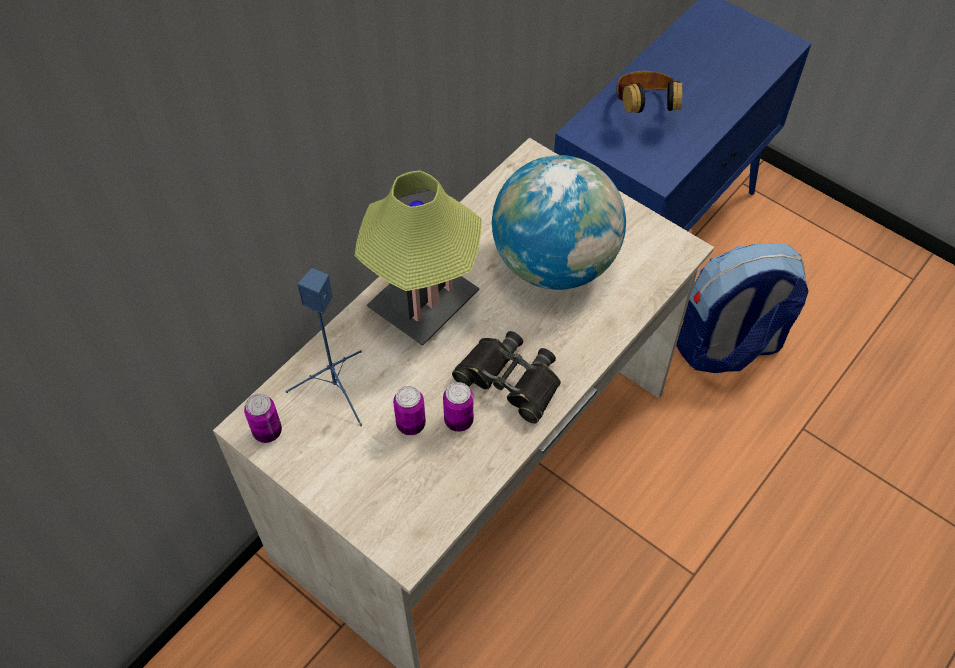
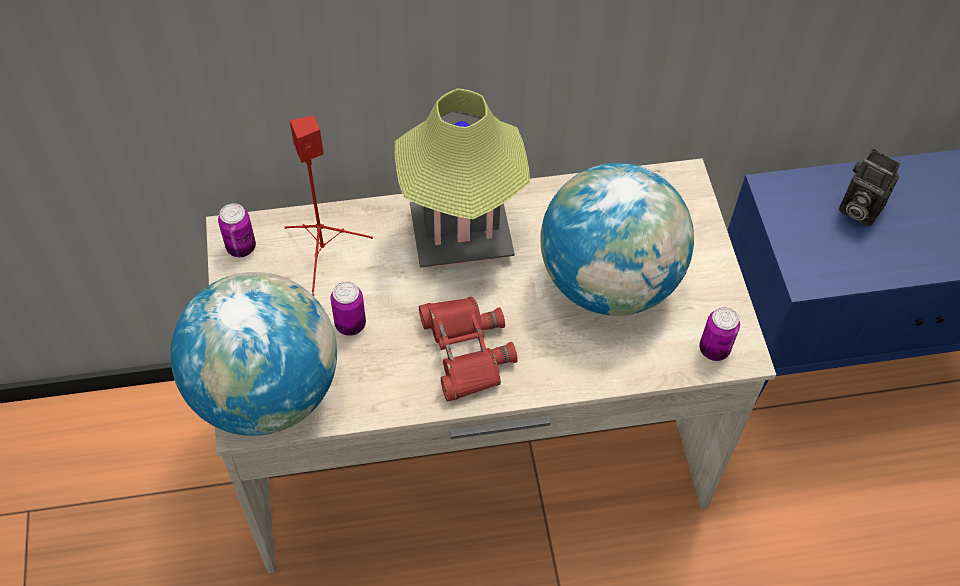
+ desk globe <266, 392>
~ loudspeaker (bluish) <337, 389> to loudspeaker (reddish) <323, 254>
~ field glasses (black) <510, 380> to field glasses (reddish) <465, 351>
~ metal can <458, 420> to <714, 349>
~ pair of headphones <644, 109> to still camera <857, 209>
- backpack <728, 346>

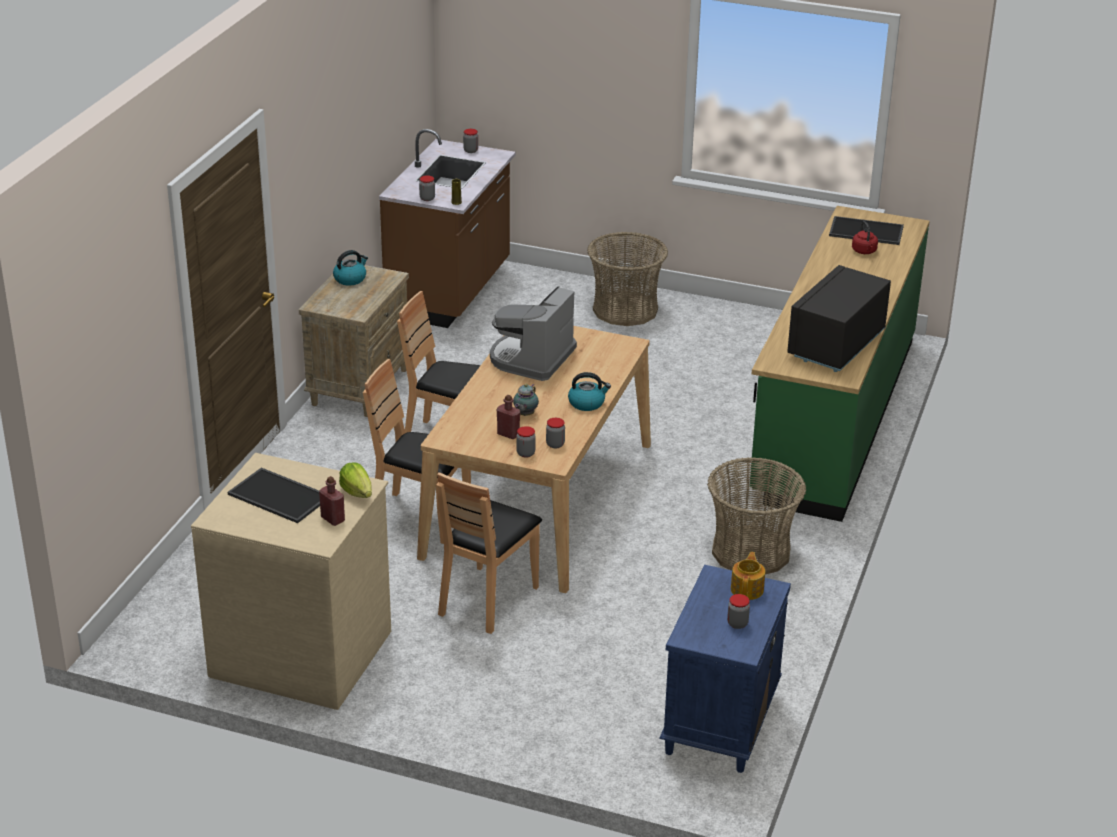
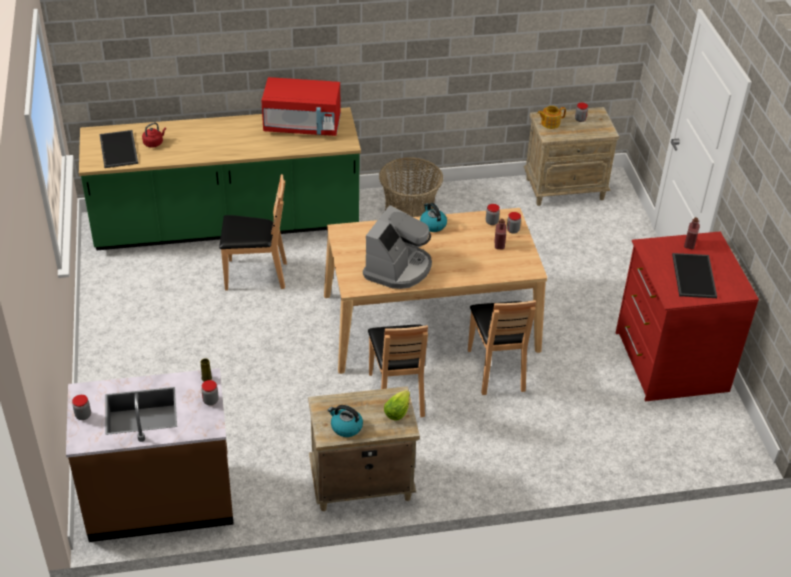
~ chair (brown-coloured) <487, 599> to <255, 275>
~ microwave (black) <835, 345> to microwave (reddish) <302, 126>
~ coffee machine <531, 358> = <398, 268> 60 degrees counterclockwise
~ lettuce head <357, 492> to <397, 412>
~ nightstand (bluish) <720, 725> to nightstand (sand-coloured) <565, 188>
~ drawer chest (sand-coloured) <302, 652> to drawer chest (reddish) <669, 361>
- pot for tea <524, 415>
- basket <625, 309>

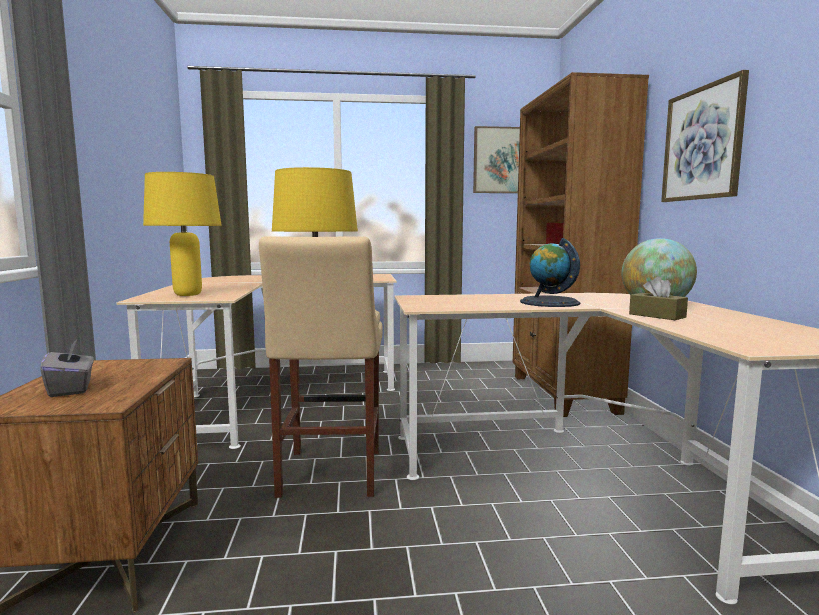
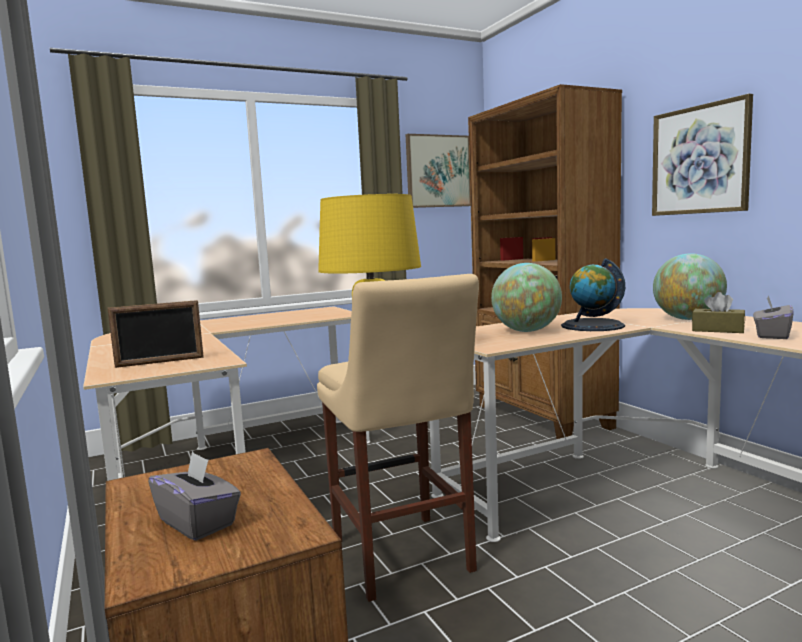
~ lamp for a table (yellowish) <188, 294> to standing frame <160, 362>
+ desk globe <526, 331>
+ tissue holder (greyish) <771, 335>

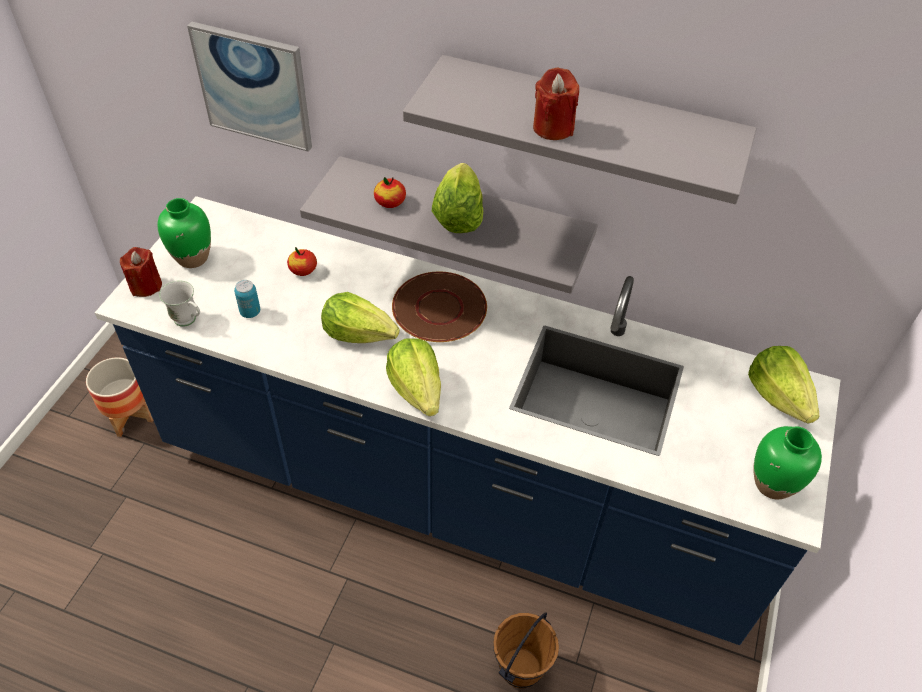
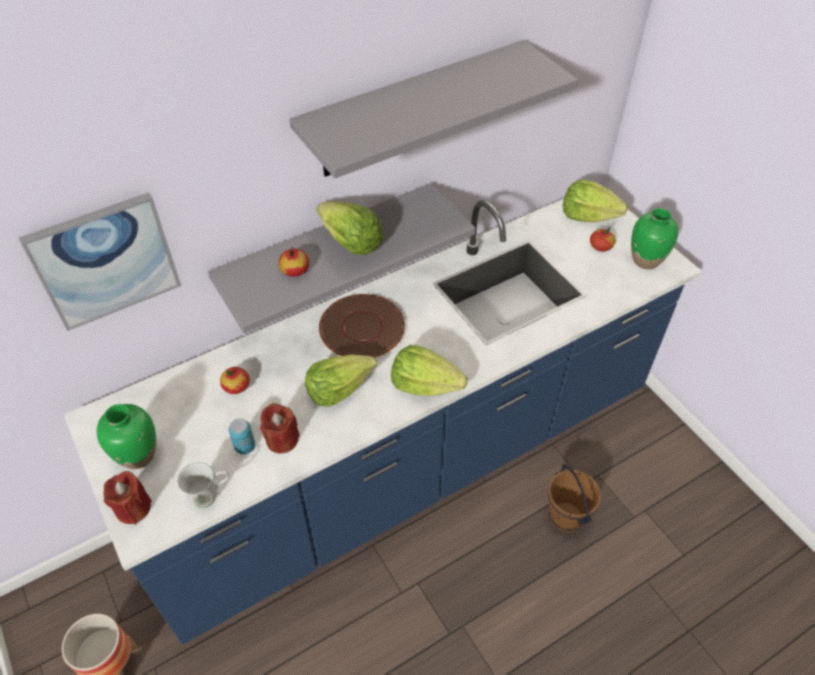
~ candle (reddish) <553, 127> to <282, 439>
+ apple fruit <600, 247>

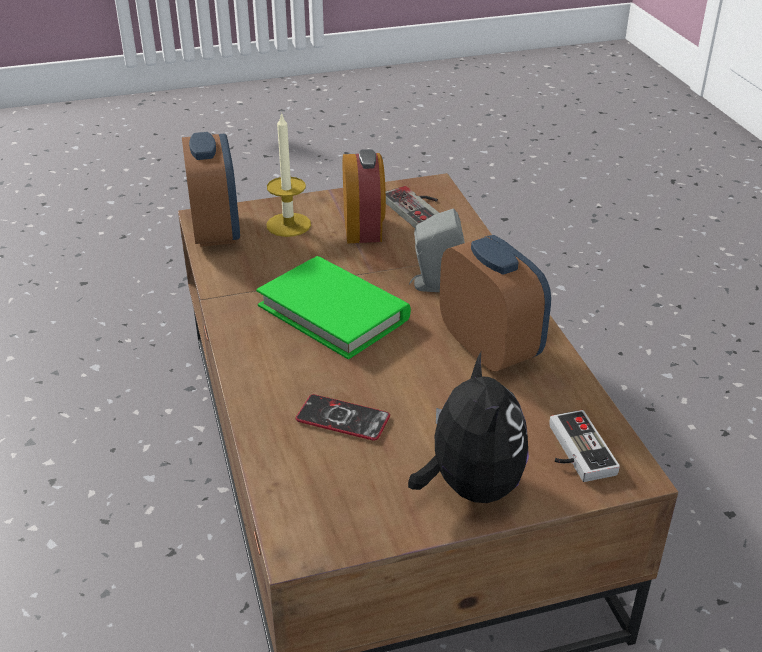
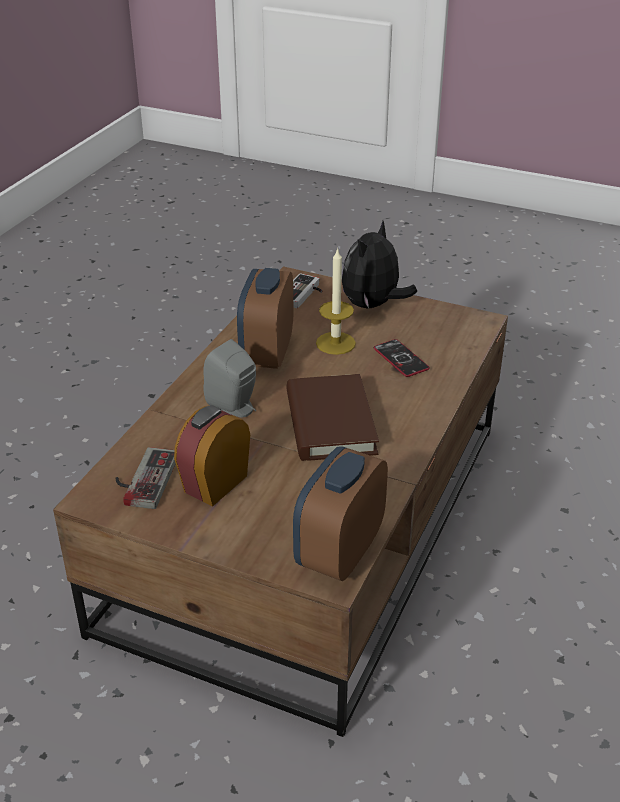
~ bound book (green) <333, 312> to bound book (brown-coloured) <330, 423>
~ candle <288, 225> to <335, 343>

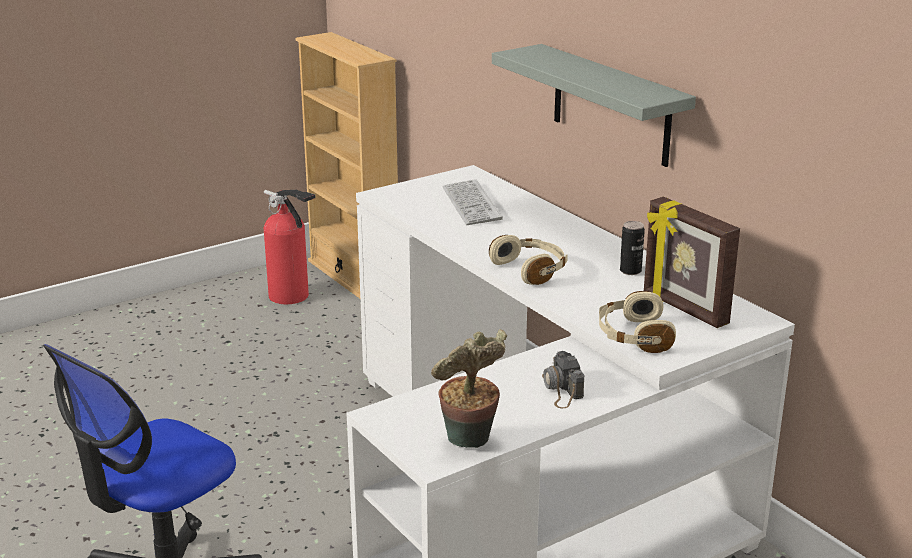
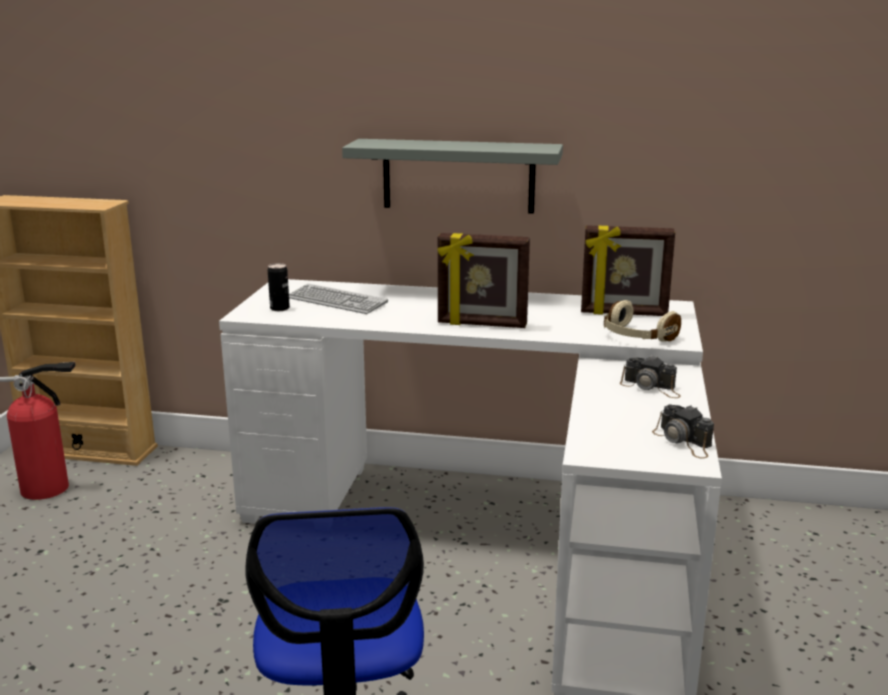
~ metal can <630, 271> to <279, 308>
~ pair of headphones (sand-coloured) <531, 270> to standing frame <482, 324>
~ potted plant <470, 443> to still camera <683, 441>

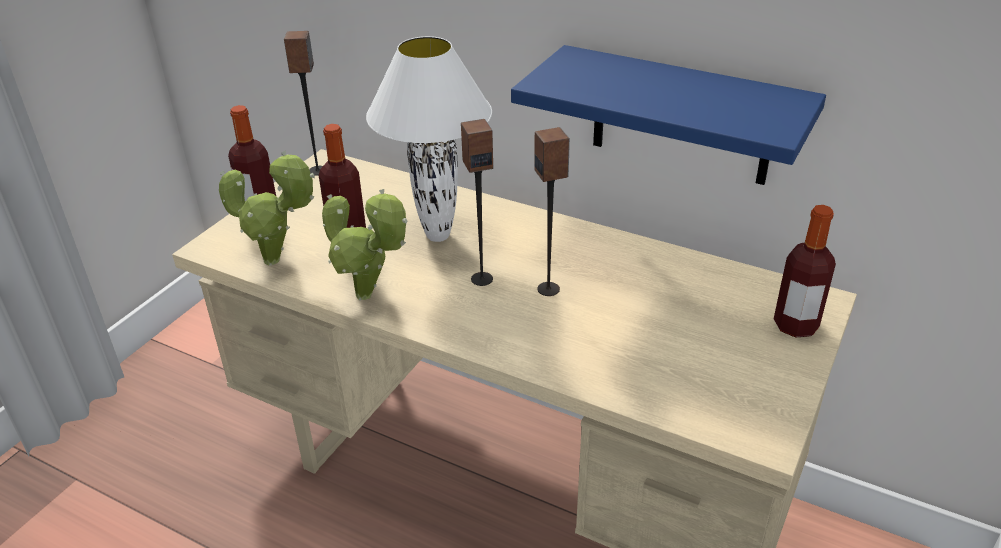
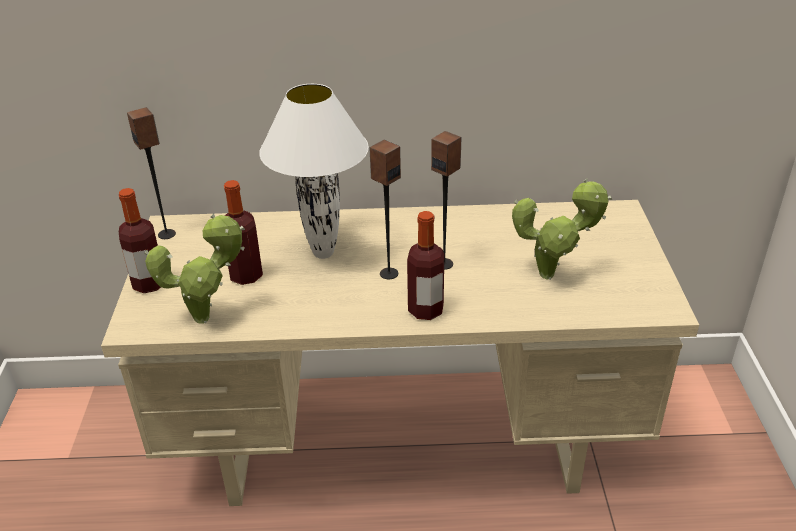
~ bottle <795, 325> to <425, 310>
~ potted plant <369, 296> to <552, 274>
- bracket shelf (bluish) <681, 117>

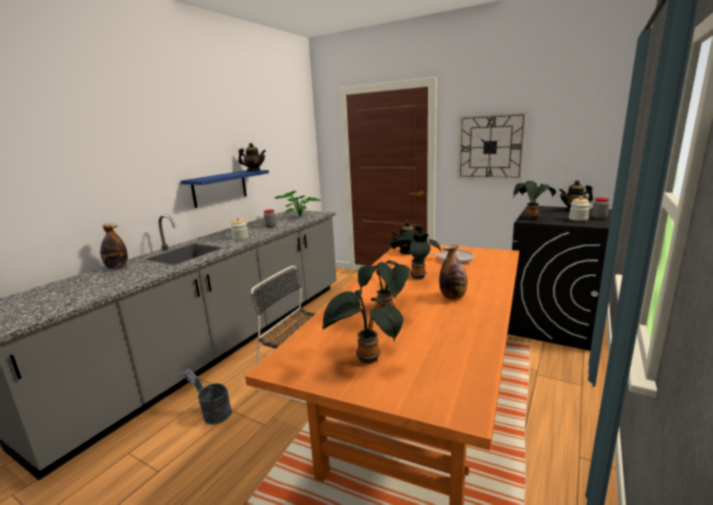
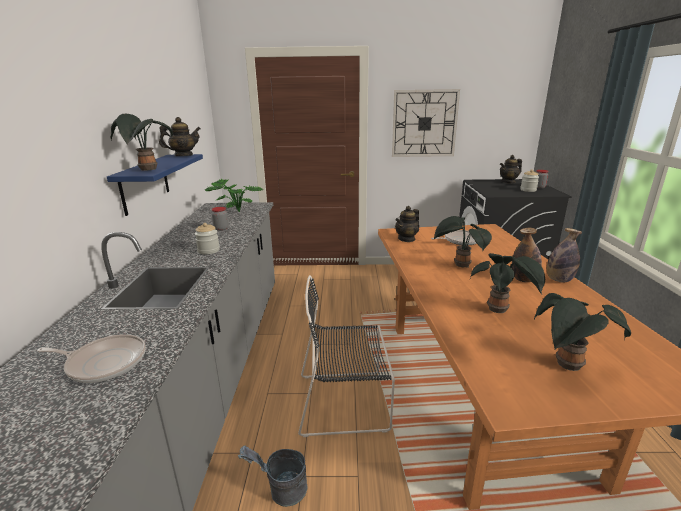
+ frying pan <104, 363>
~ potted plant <531, 218> to <148, 170>
~ bottle <117, 267> to <559, 280>

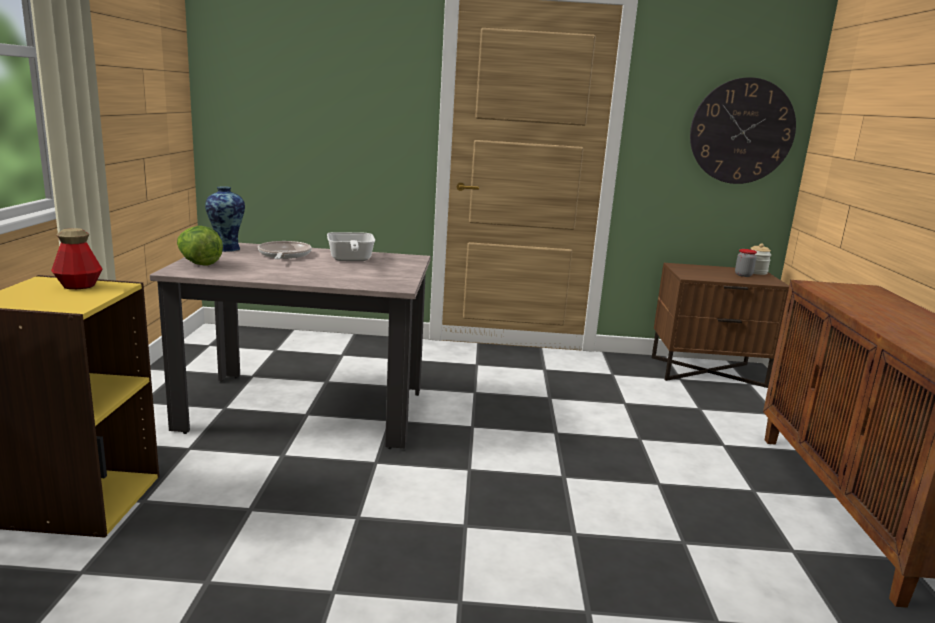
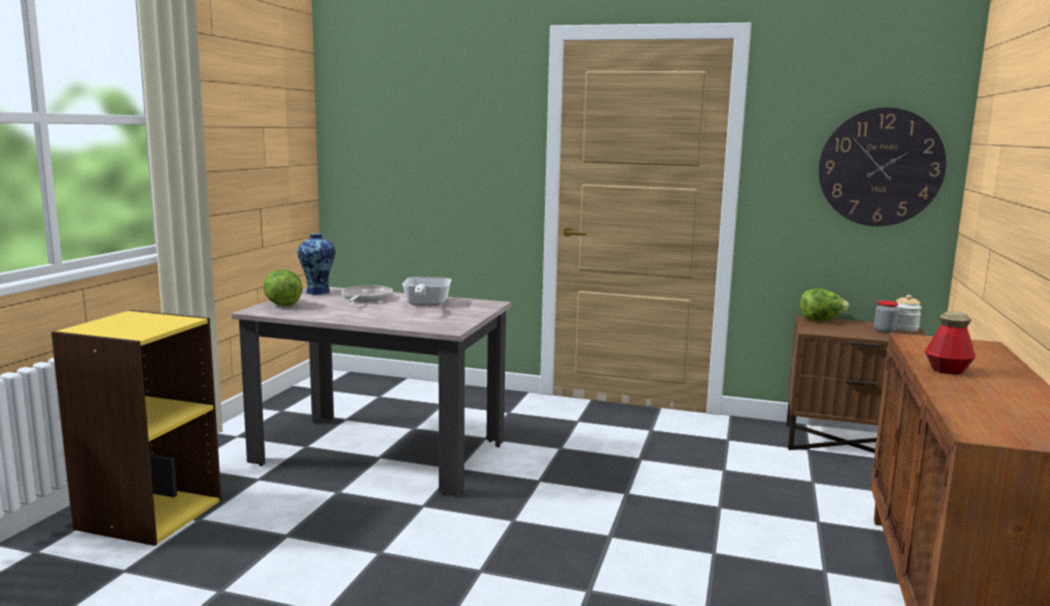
+ lettuce head <821, 320>
~ bottle <79, 286> to <947, 370>

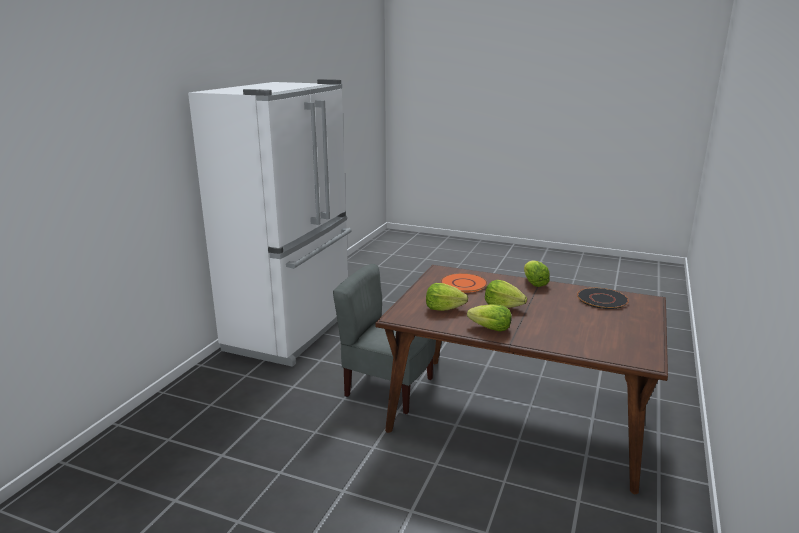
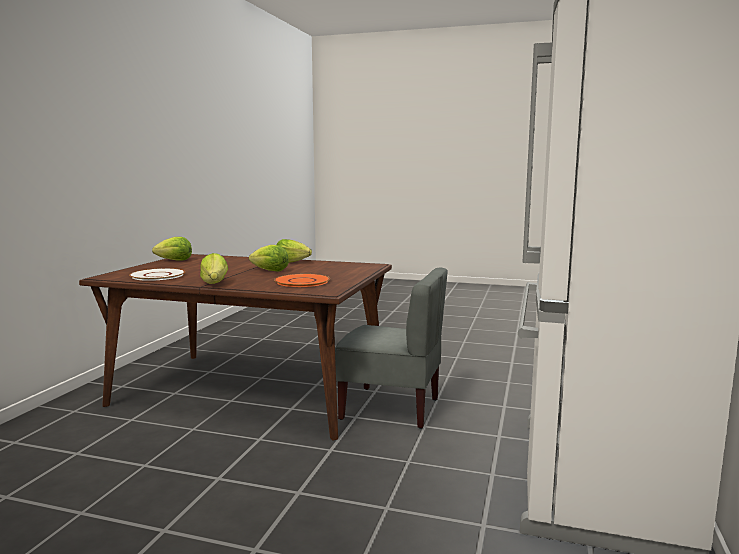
~ plate (black) <602, 299> to plate (whitish) <157, 275>
~ lettuce head <443, 308> to <174, 260>

